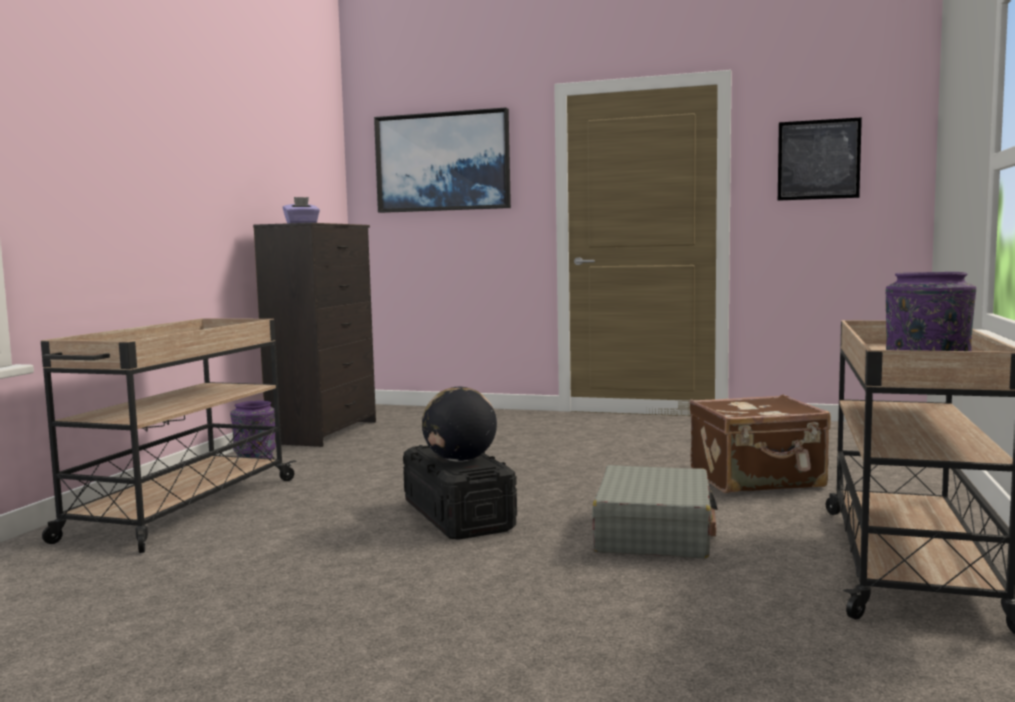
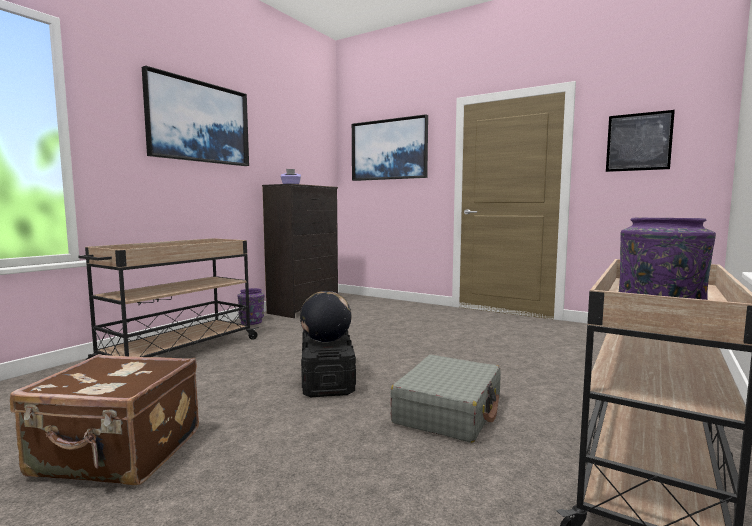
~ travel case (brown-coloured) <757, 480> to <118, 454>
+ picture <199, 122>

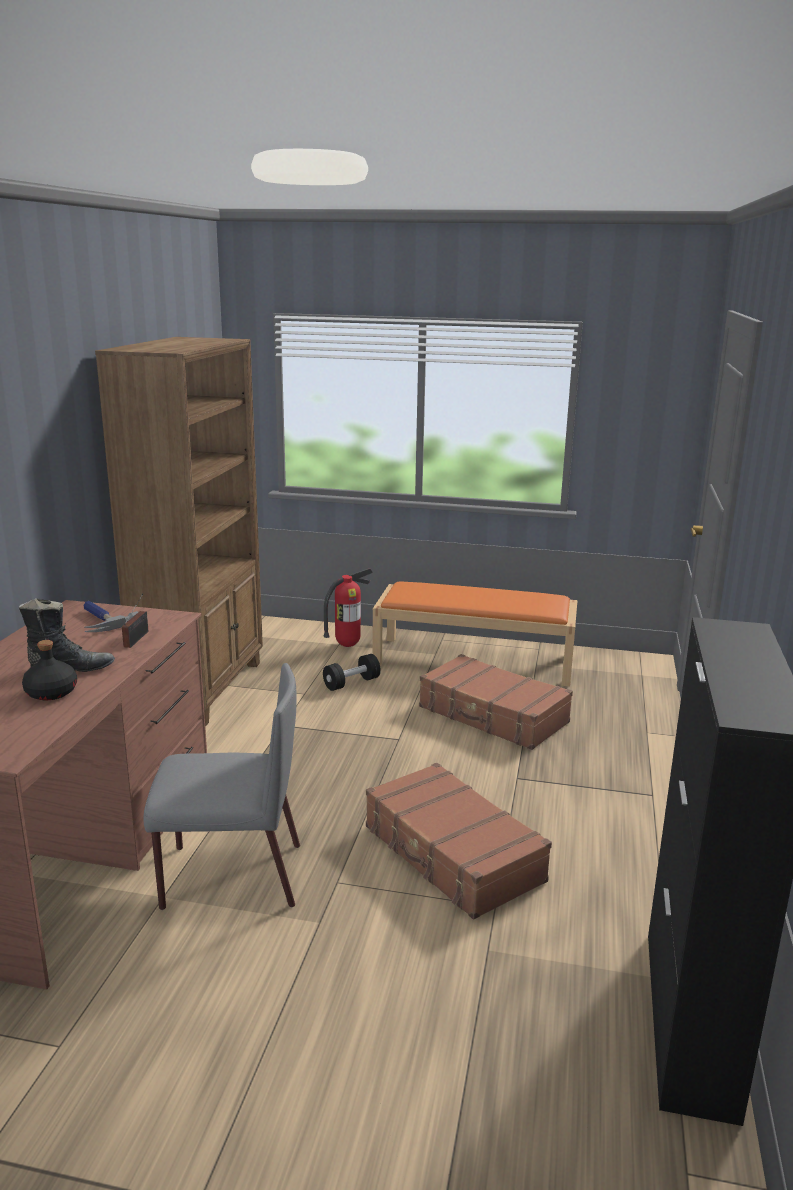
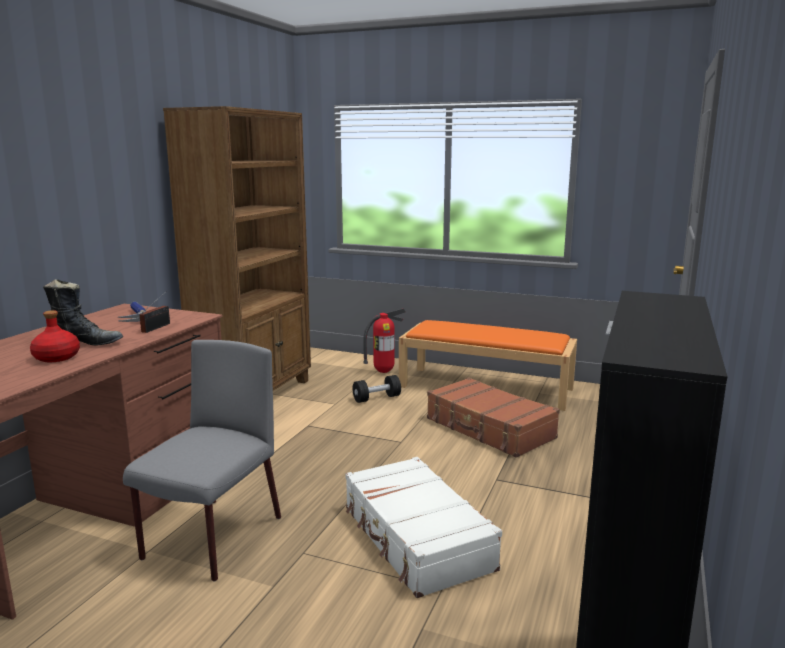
~ bottle (black) <50, 692> to bottle (reddish) <56, 357>
~ chair (greyish) <230, 876> = <212, 539> 75 degrees counterclockwise
~ travel case (brown-coloured) <451, 854> to travel case (whitish) <416, 538>

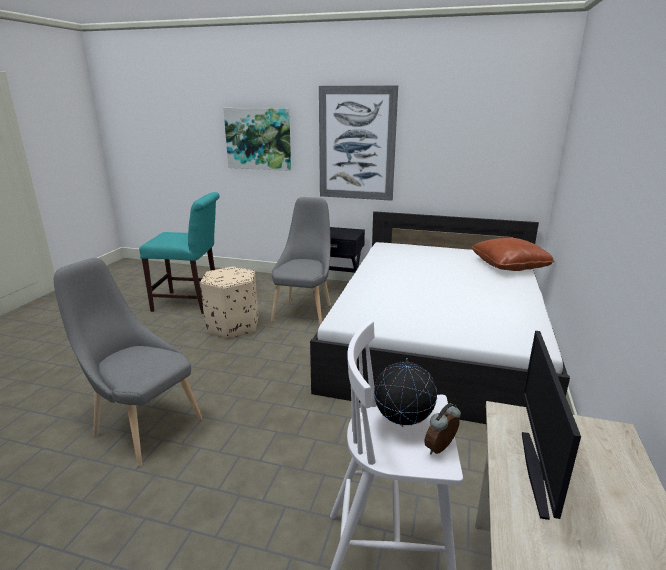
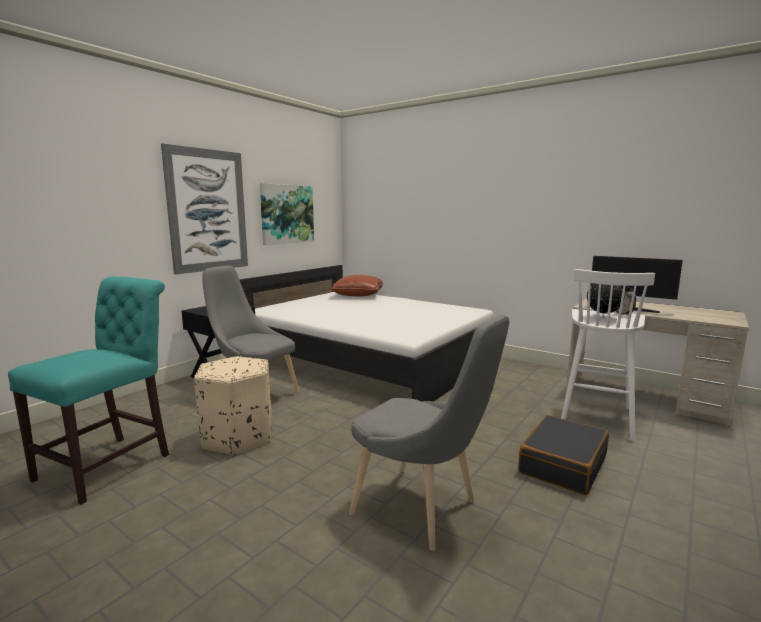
~ picture <258, 139> to <287, 214>
~ chair (greyish) <143, 425> = <422, 510> 105 degrees counterclockwise
+ travel case (black) <562, 464>

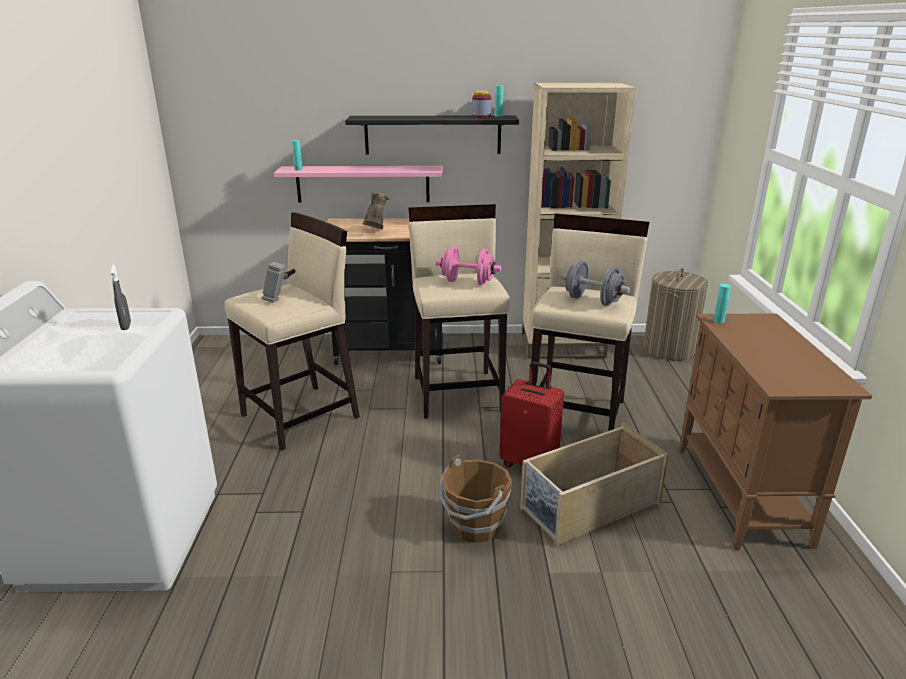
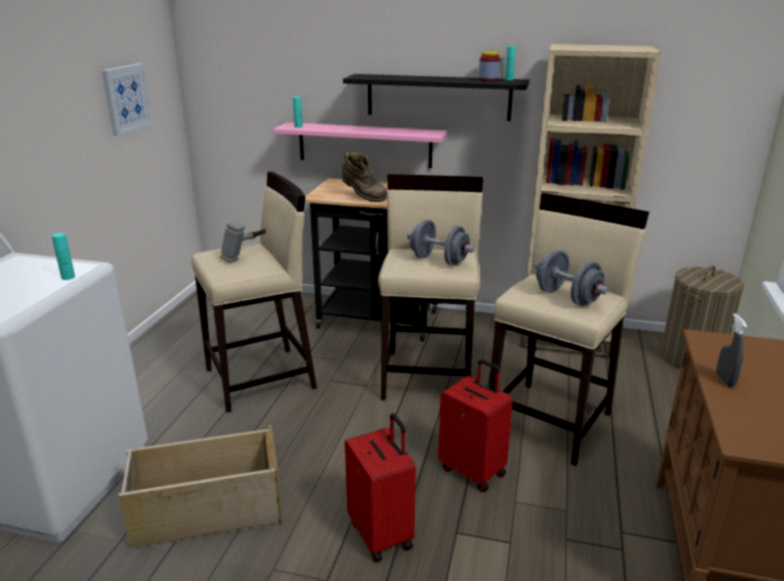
~ bottle (turquoise) <718, 321> to <68, 277>
+ picture <126, 98>
~ storage box (sand-coloured) <589, 506> to <207, 511>
~ tall boot (brown-coloured) <375, 233> = <363, 197> 120 degrees clockwise
~ bucket (brown-coloured) <475, 526> to travel case (reddish) <382, 534>
~ dumbbell (pink) <468, 282> to dumbbell (greyish) <439, 260>
~ spray bottle (greyish) <126, 326> to <725, 380>

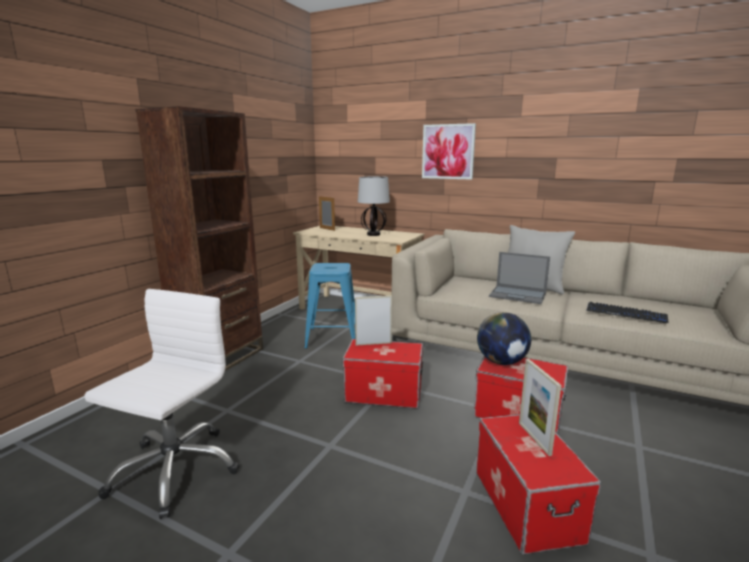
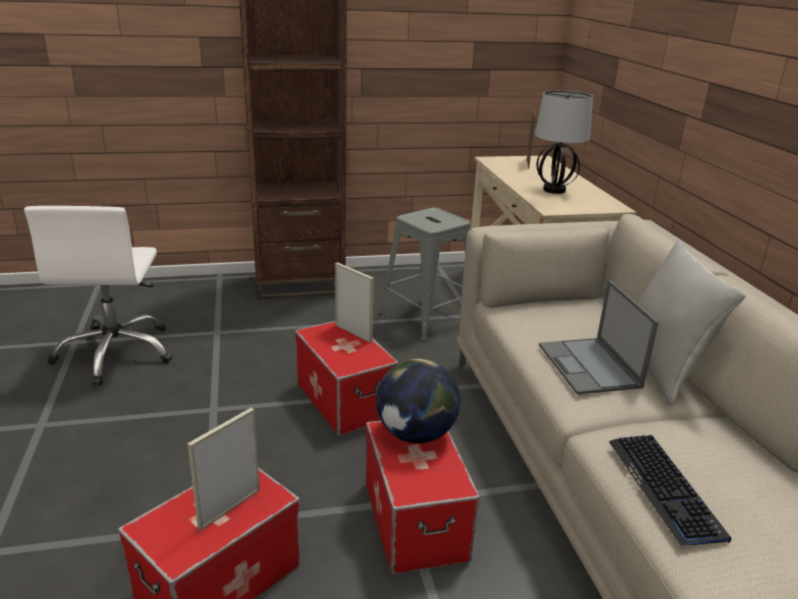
~ computer chair (whitish) <174, 470> = <116, 353> 105 degrees clockwise
~ stool (bluish) <332, 338> to stool (greyish) <427, 317>
- picture <448, 151>

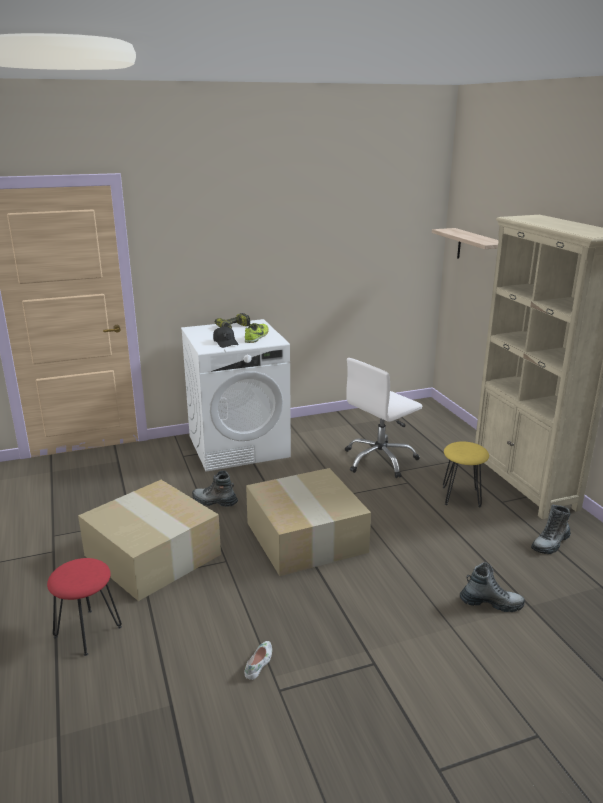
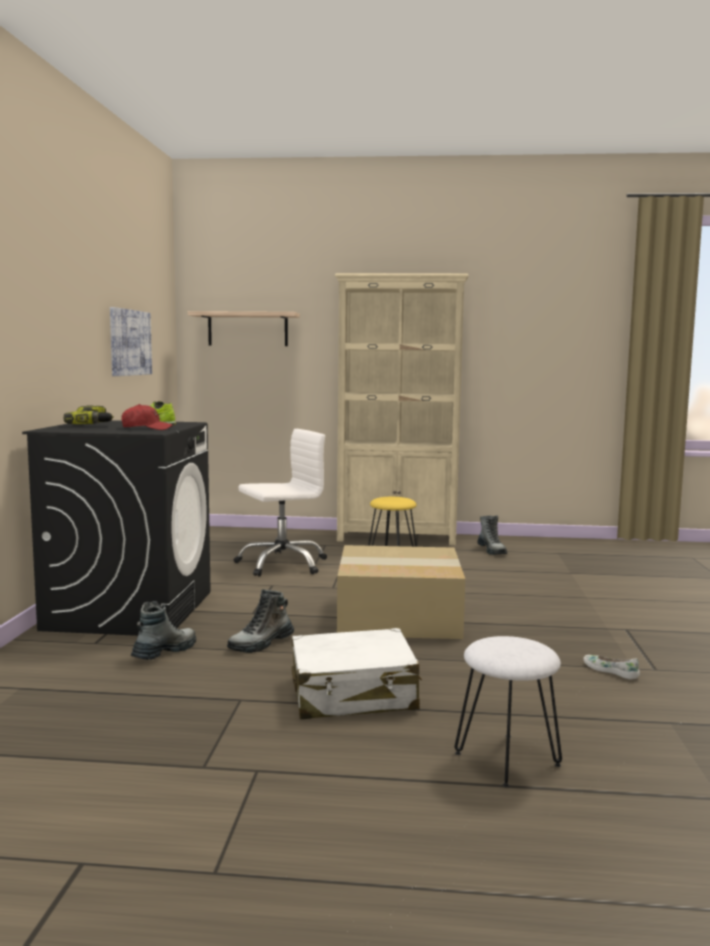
~ laundry appliance (whitish) <239, 446> to laundry appliance (black) <130, 610>
+ picture <129, 342>
~ cap (black) <225, 342> to cap (reddish) <146, 428>
~ tall boot <491, 603> to <164, 652>
~ computer chair (whitish) <380, 460> = <282, 564> 105 degrees counterclockwise
~ packing box <155, 555> to travel case (whitish) <353, 694>
~ stool (reddish) <88, 631> to stool (whitish) <506, 758>

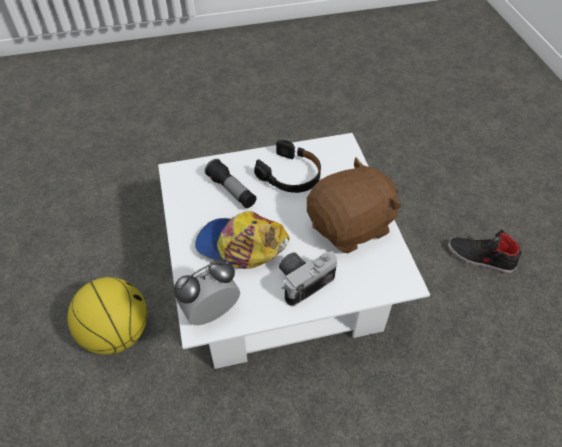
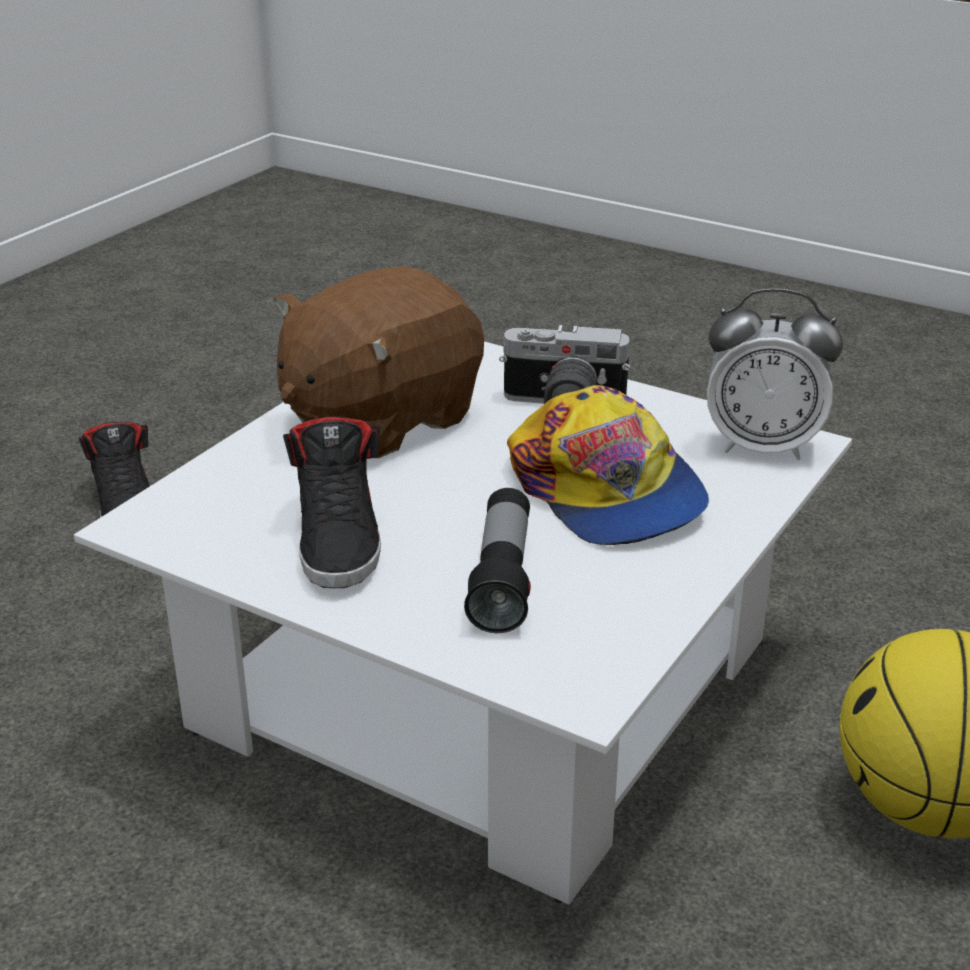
~ cuddly toy (brown-coloured) <350, 226> = <379, 418> 60 degrees counterclockwise
~ pair of headphones (black) <290, 175> to low shoe (black) <339, 536>

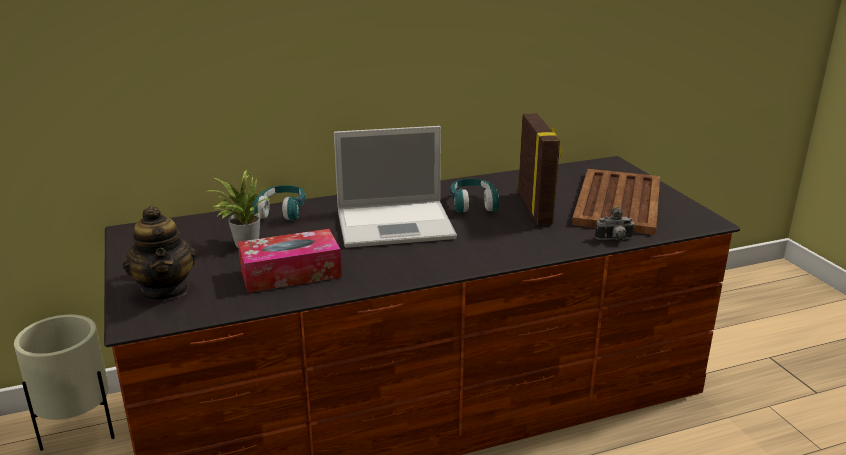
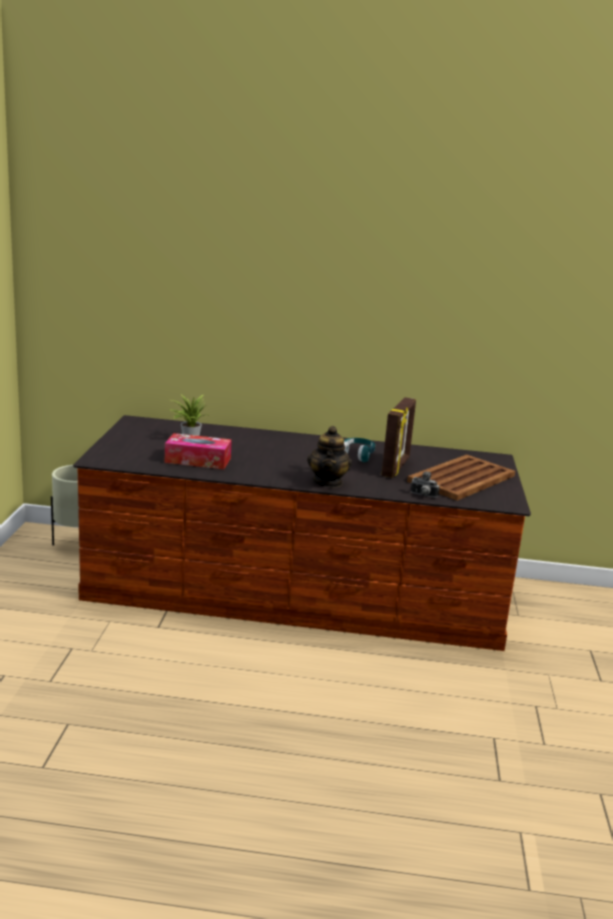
~ pot for tea <165, 290> to <328, 482>
- pair of headphones (turquoise) <281, 211>
- notebook computer <397, 224>

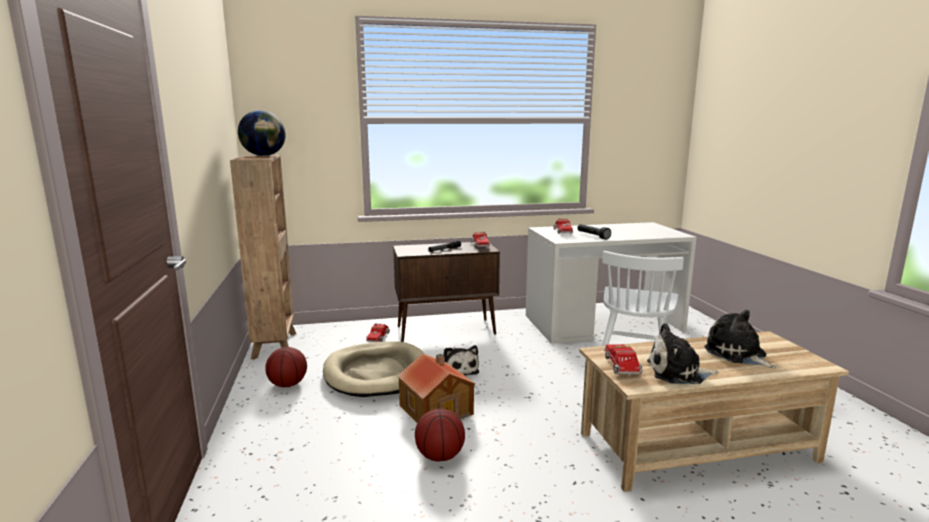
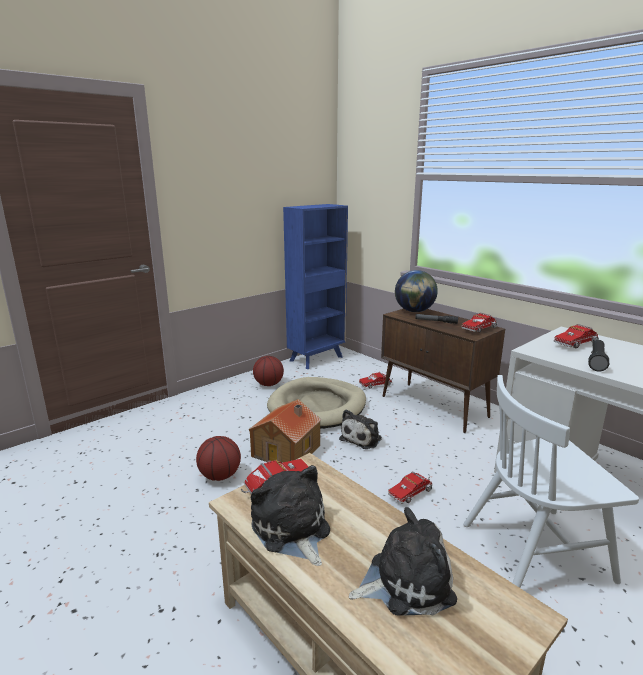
~ shelving unit (brown-coloured) <275, 345> to shelving unit (bluish) <317, 358>
~ cuddly toy <737, 354> = <405, 581> 45 degrees clockwise
+ model truck <411, 493>
~ desk globe <264, 156> to <414, 311>

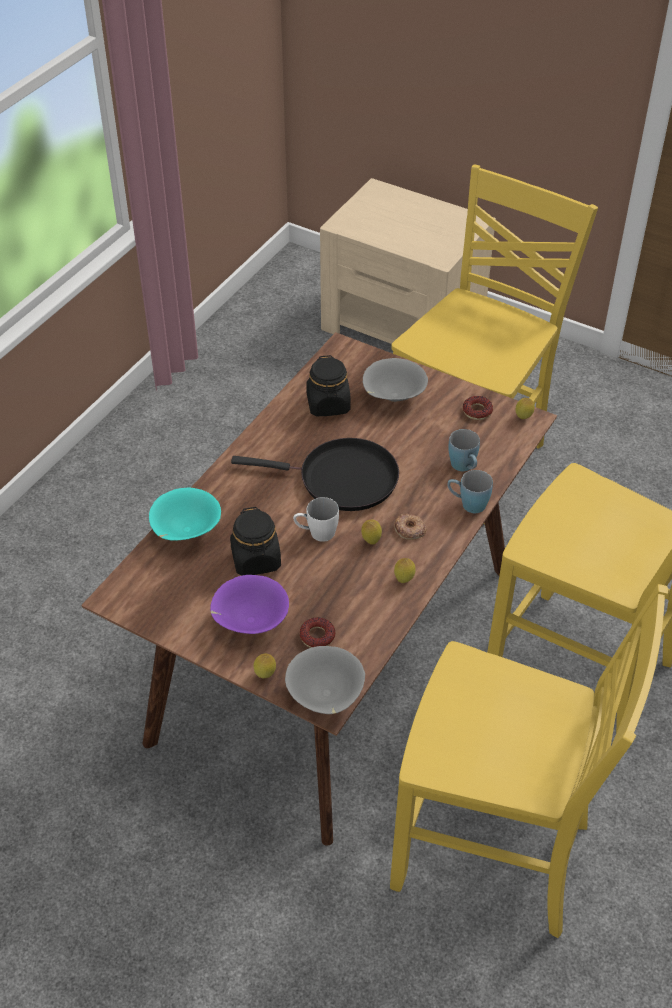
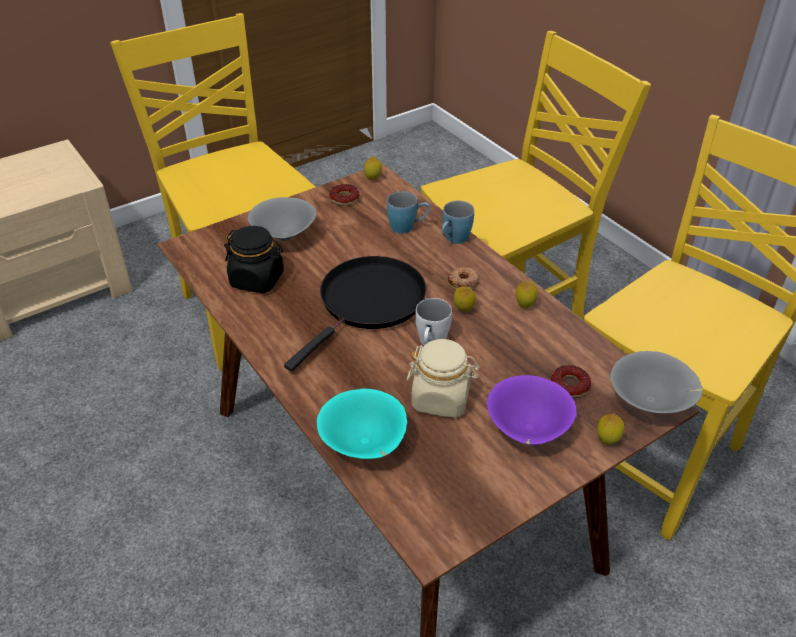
~ jar (black) <256, 560> to jar (sand-coloured) <441, 398>

